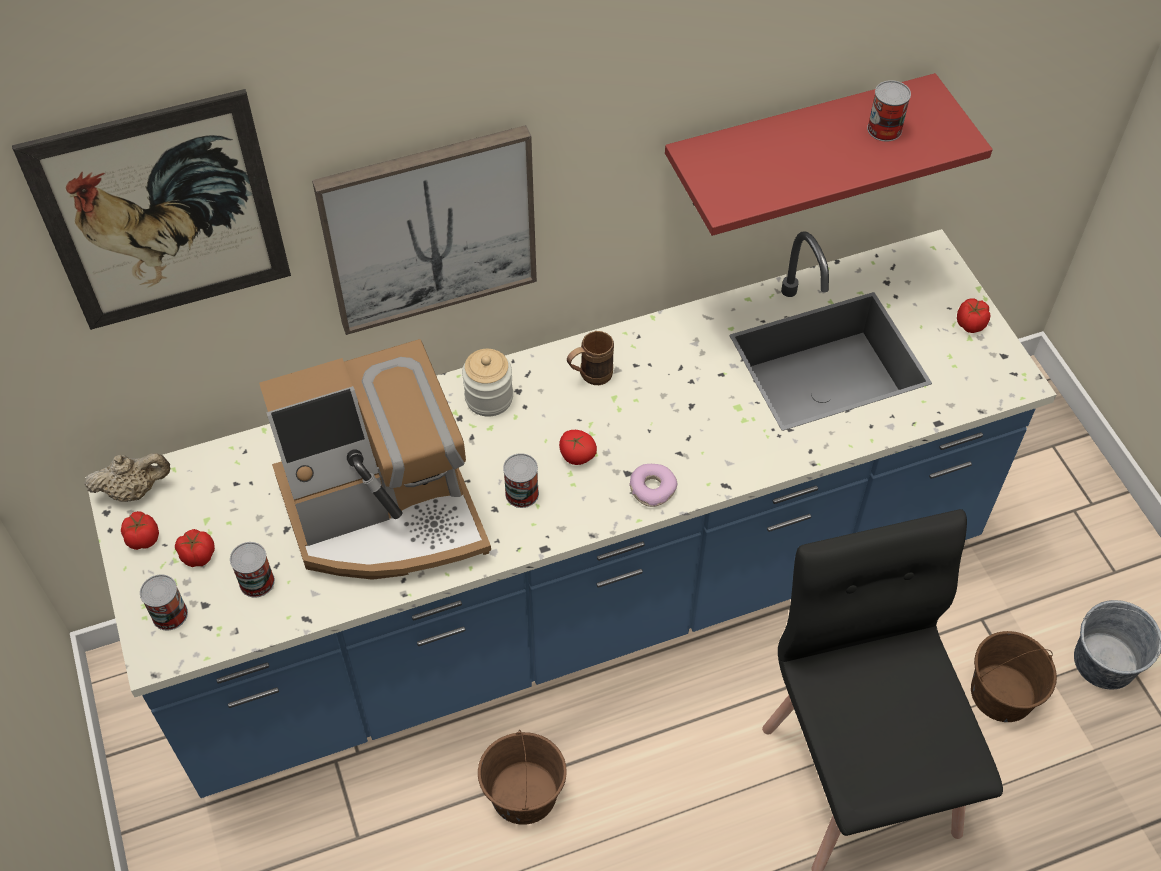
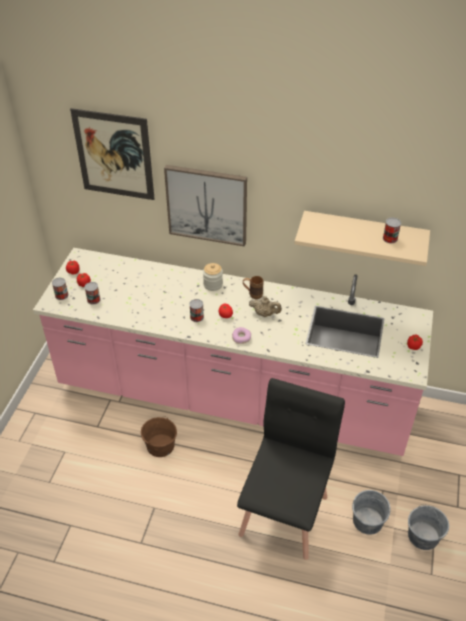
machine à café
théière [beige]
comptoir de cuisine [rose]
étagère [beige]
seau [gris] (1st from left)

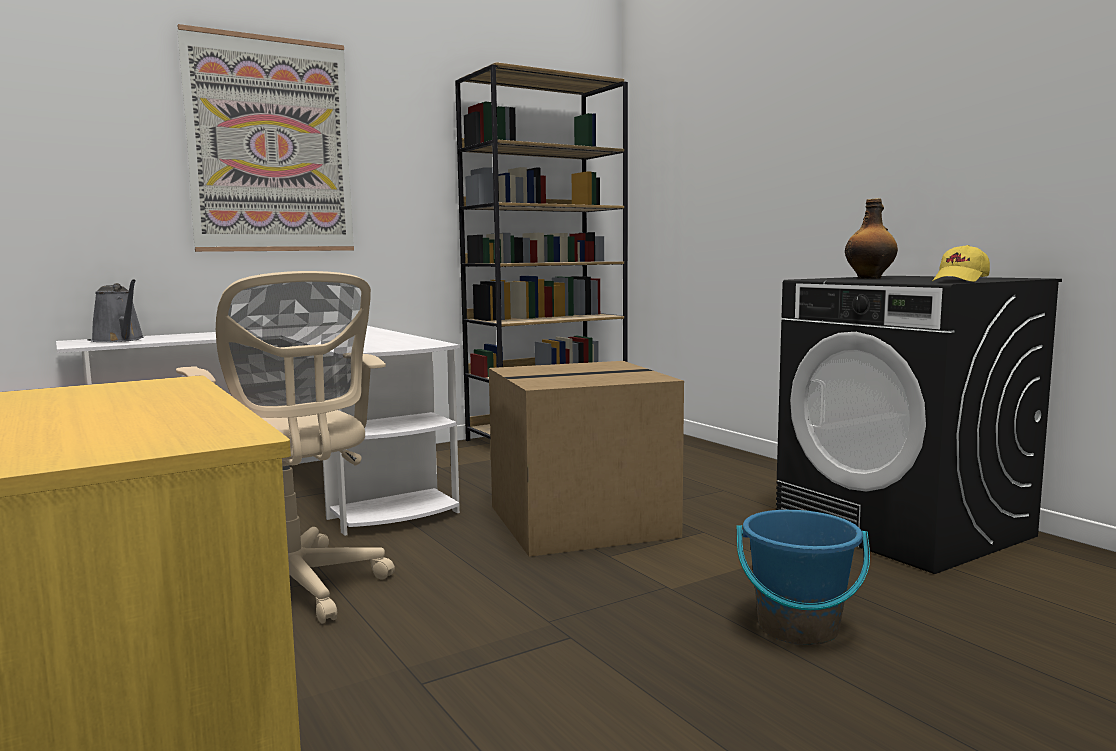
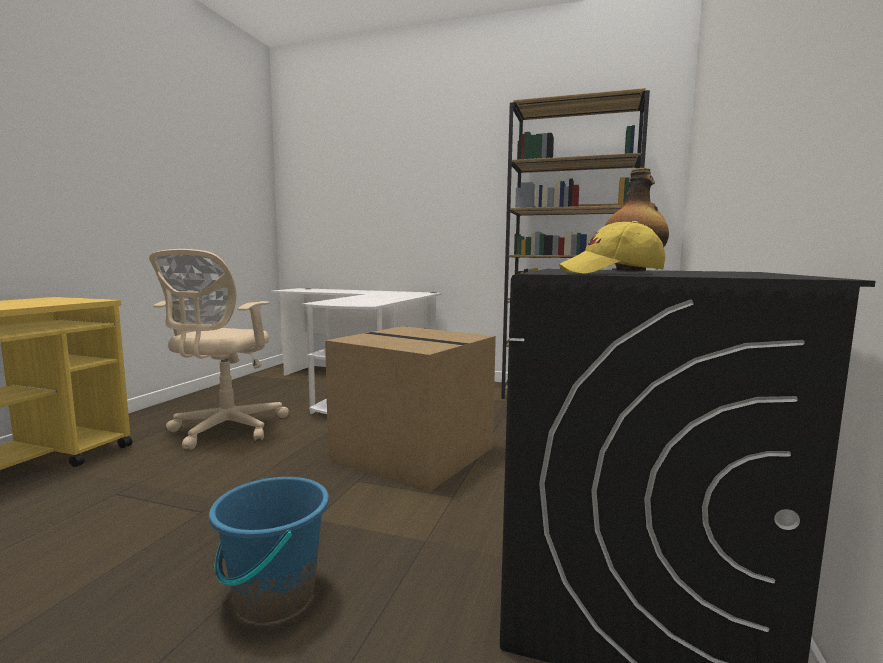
arrosoir [gris]
tableau

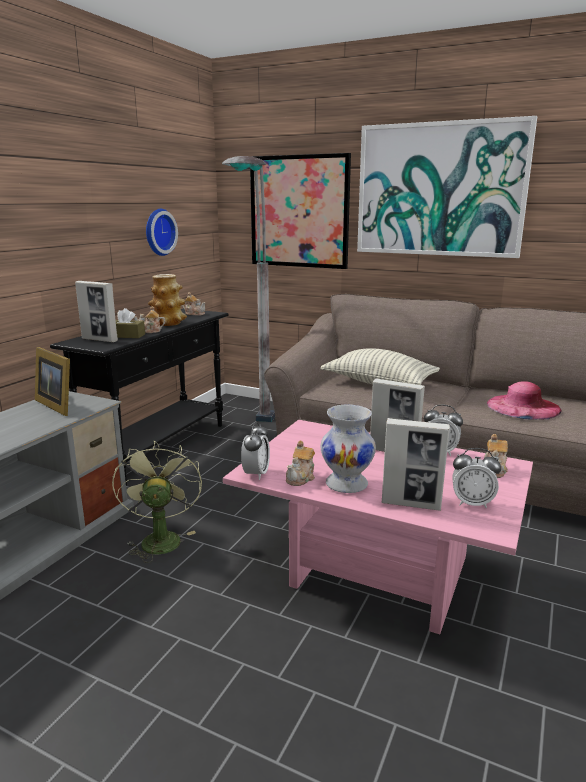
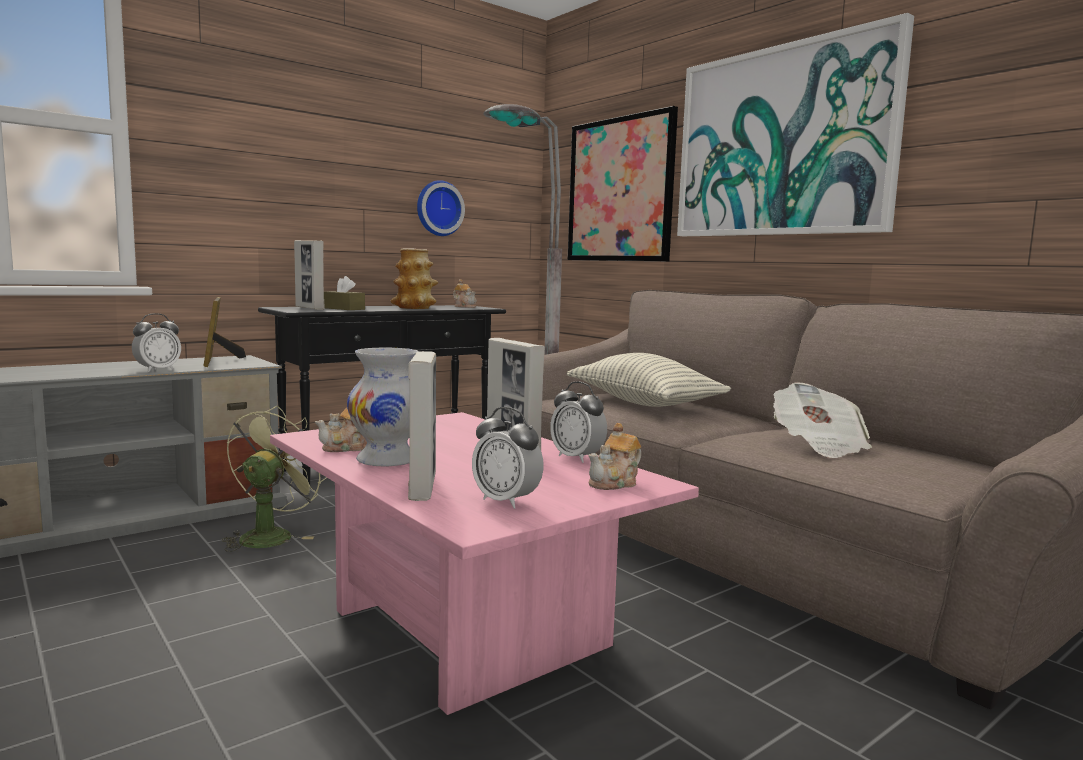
théière (1st from left in the first image)
réveil (1st from left)
journal
cadre photo (3rd from left)

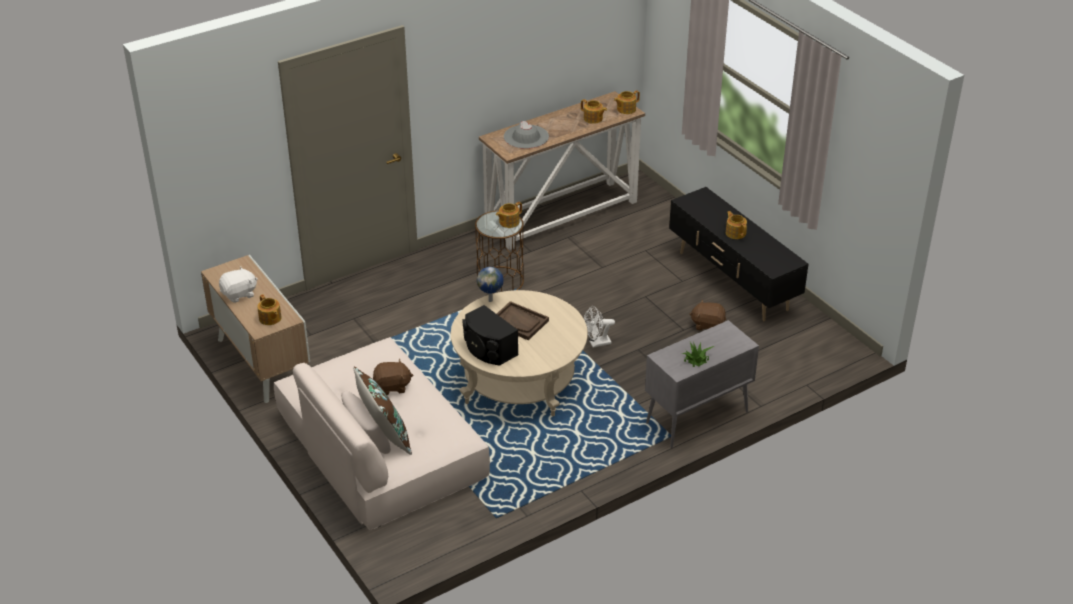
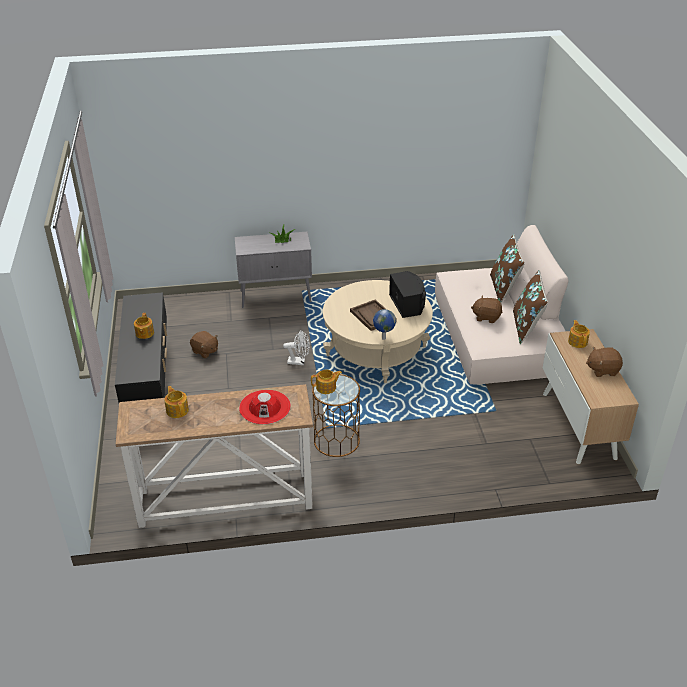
théière (4th from left in the first image)
coussin [marron] (2nd from left)
peluche [marron] (3rd from left)
chapeau [rouge]

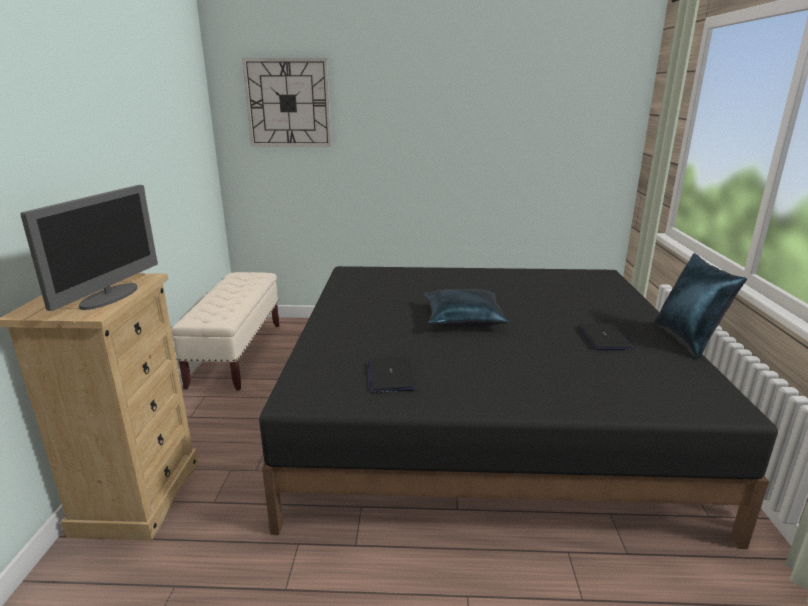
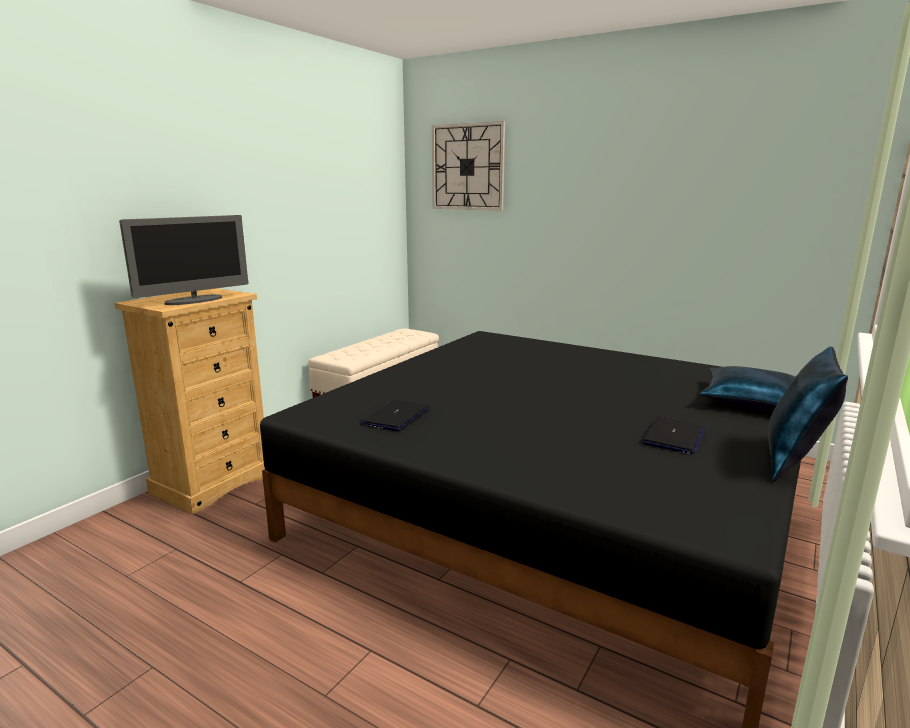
coussin [bleu] (1st from left)

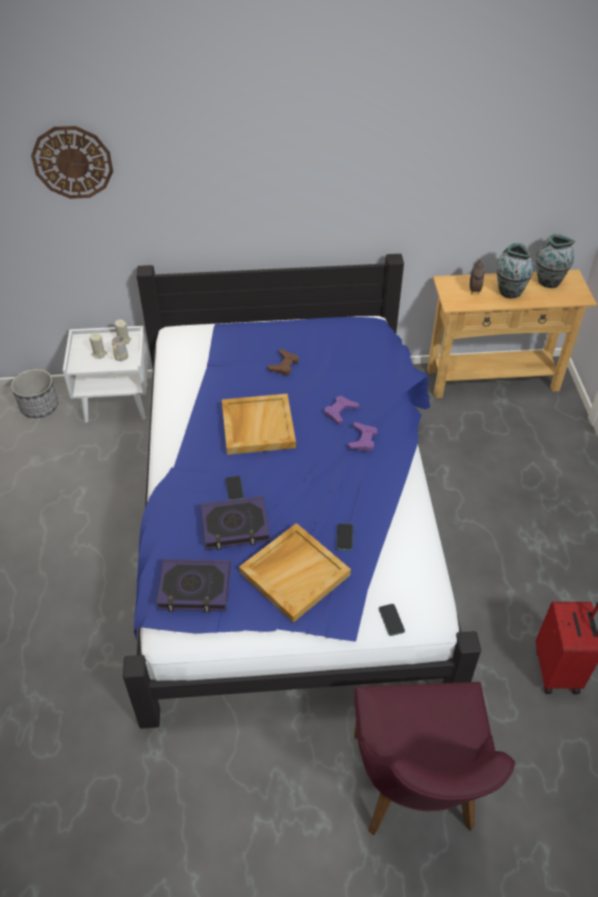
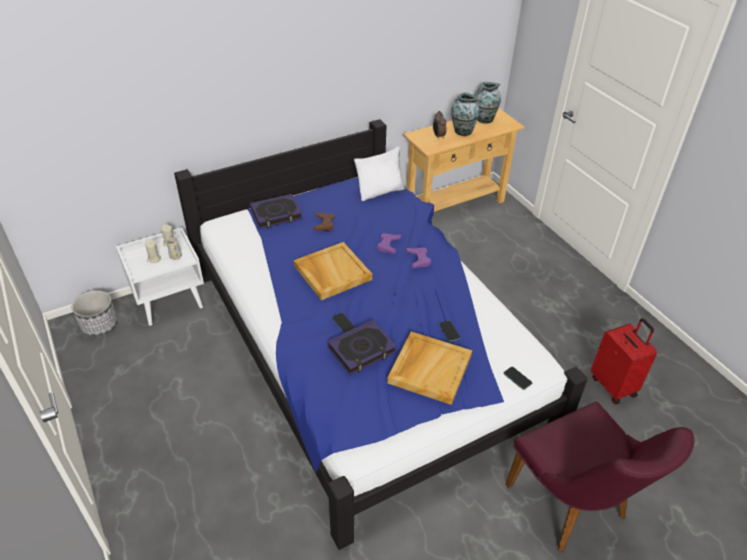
horloge murale
coussin [blanc]
livre (1st from left)

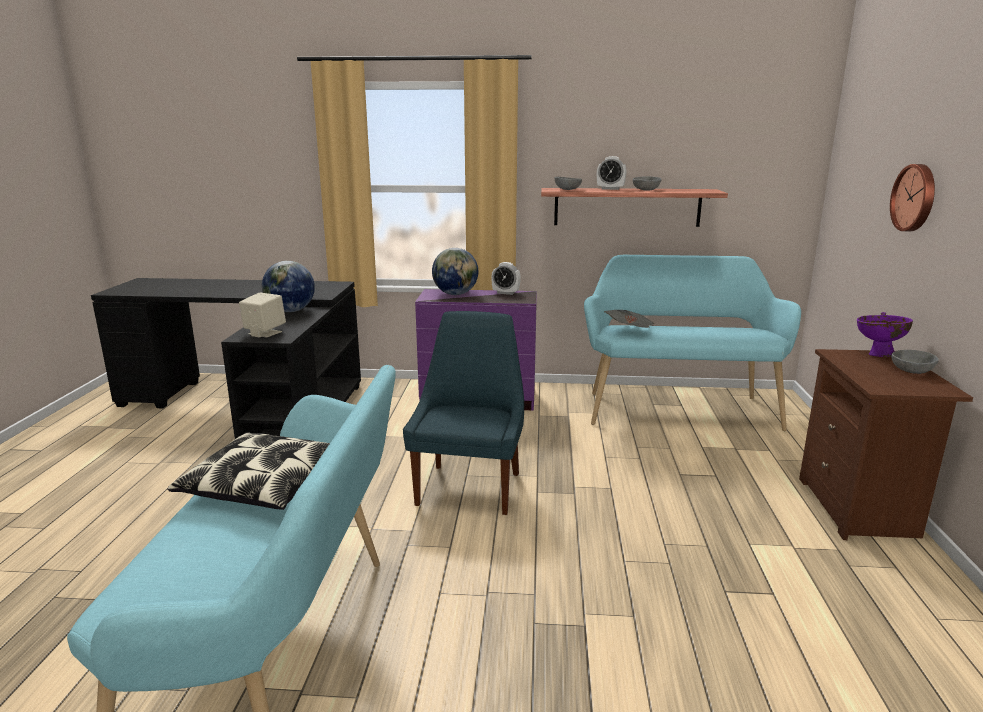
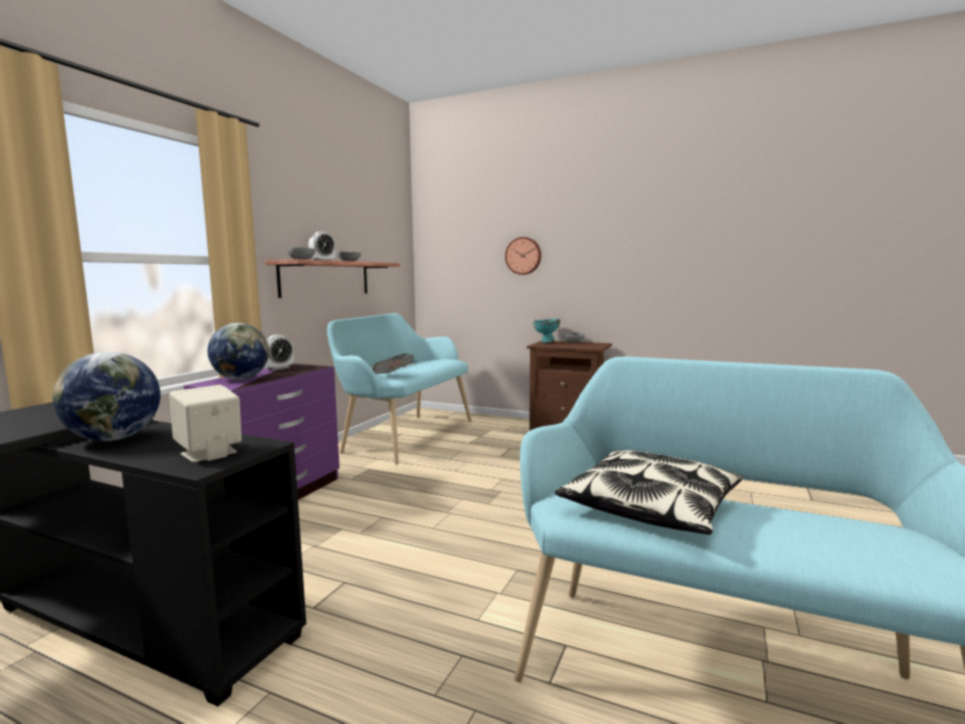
chaise [bleu]
bol [turquoise]

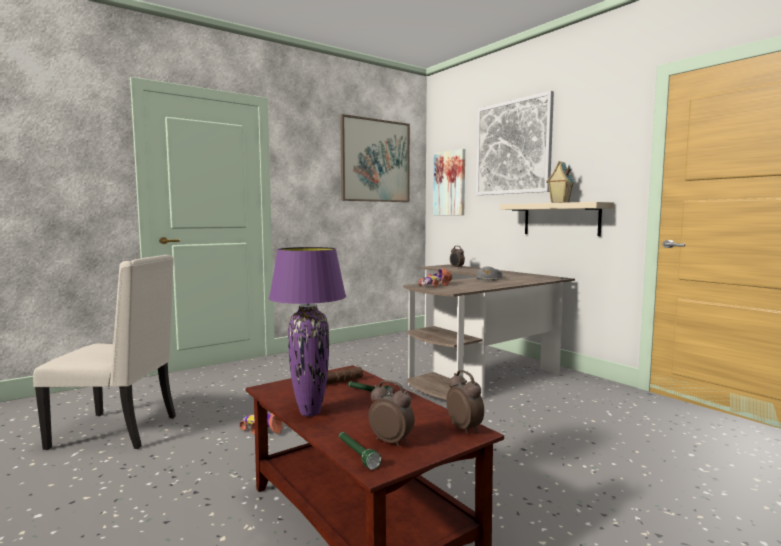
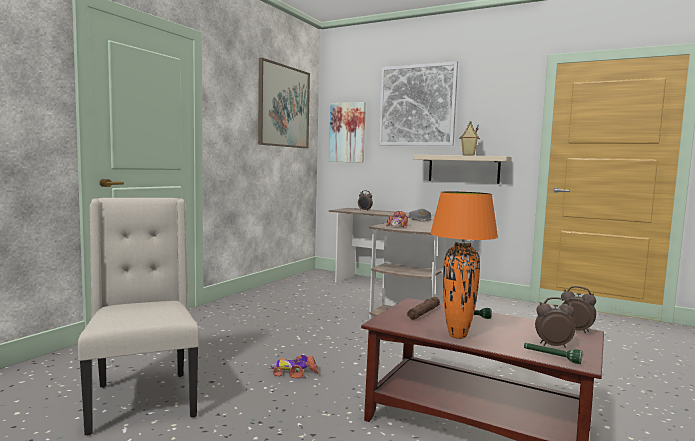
lampe de table [orange]
chaise [beige]

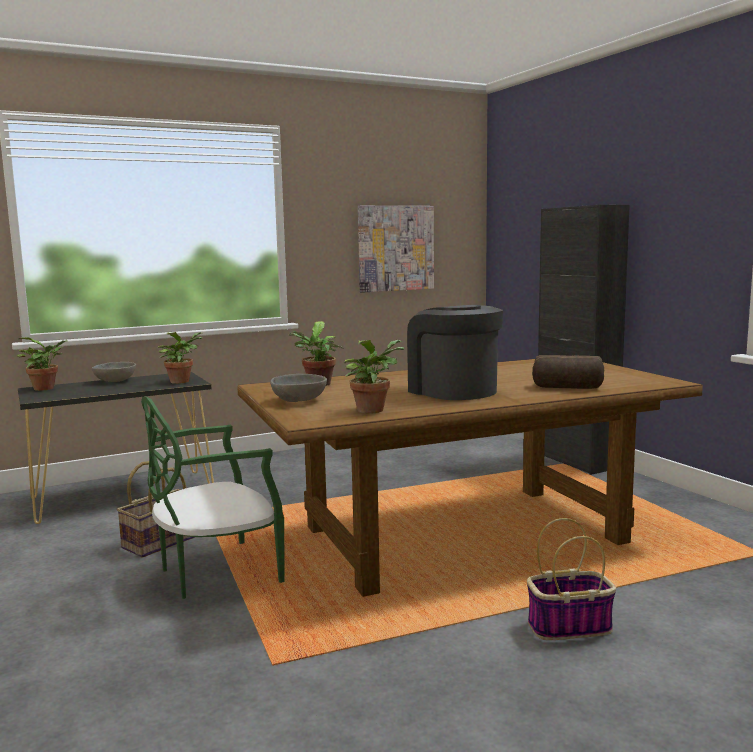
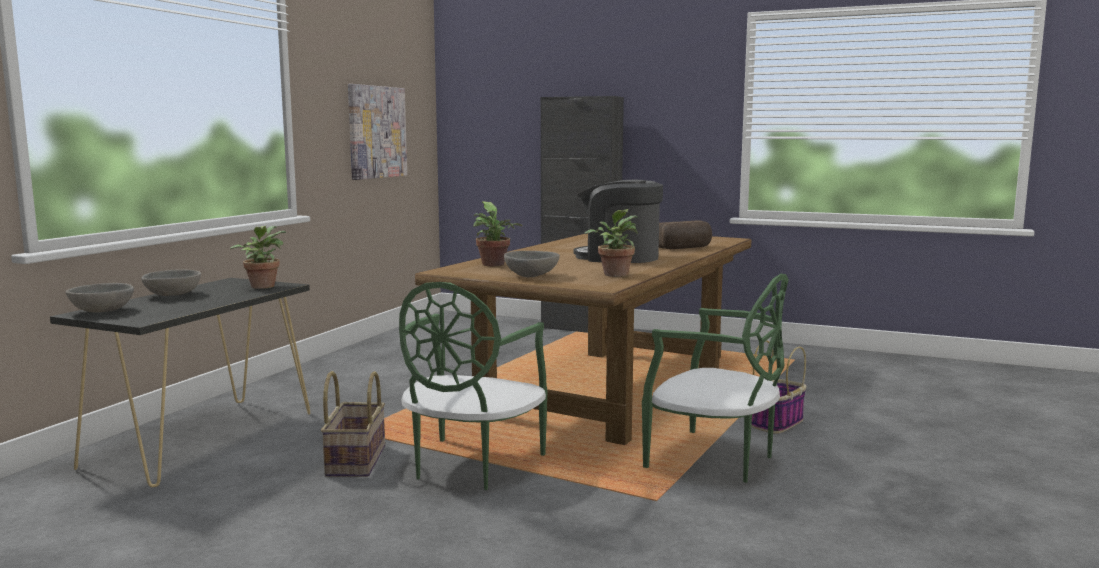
chaise [vert] (2nd from left)
bol [gris] (1st from left)

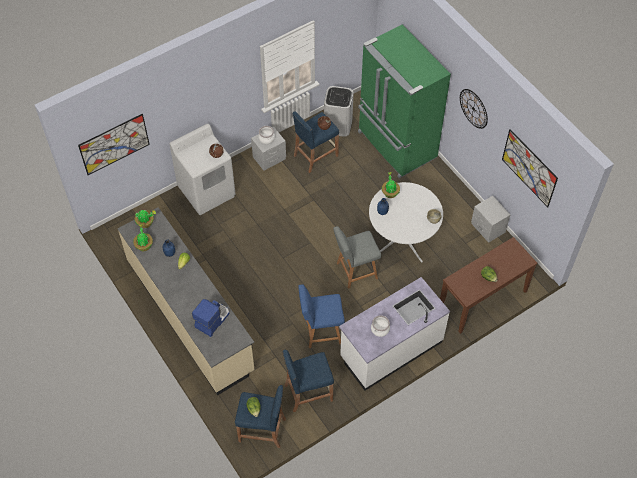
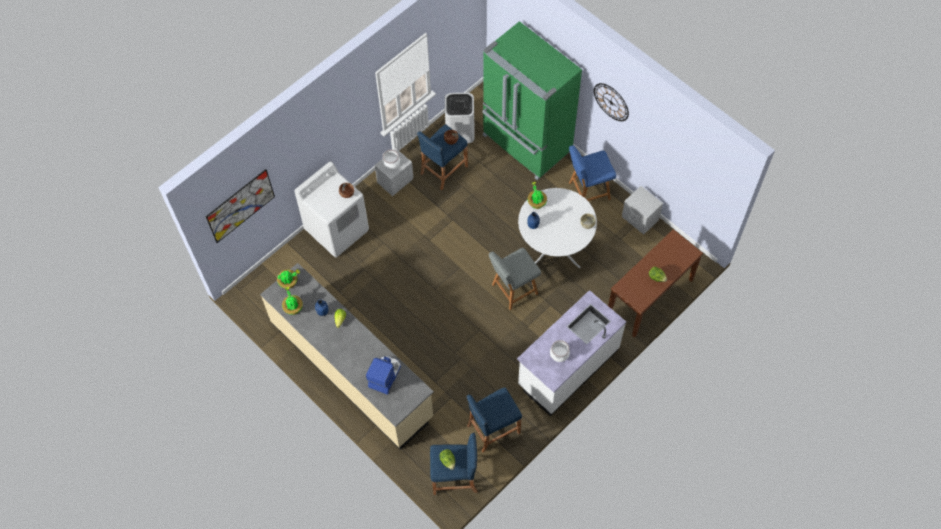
tableau (2nd from left in the first image)
chaise [bleu]

